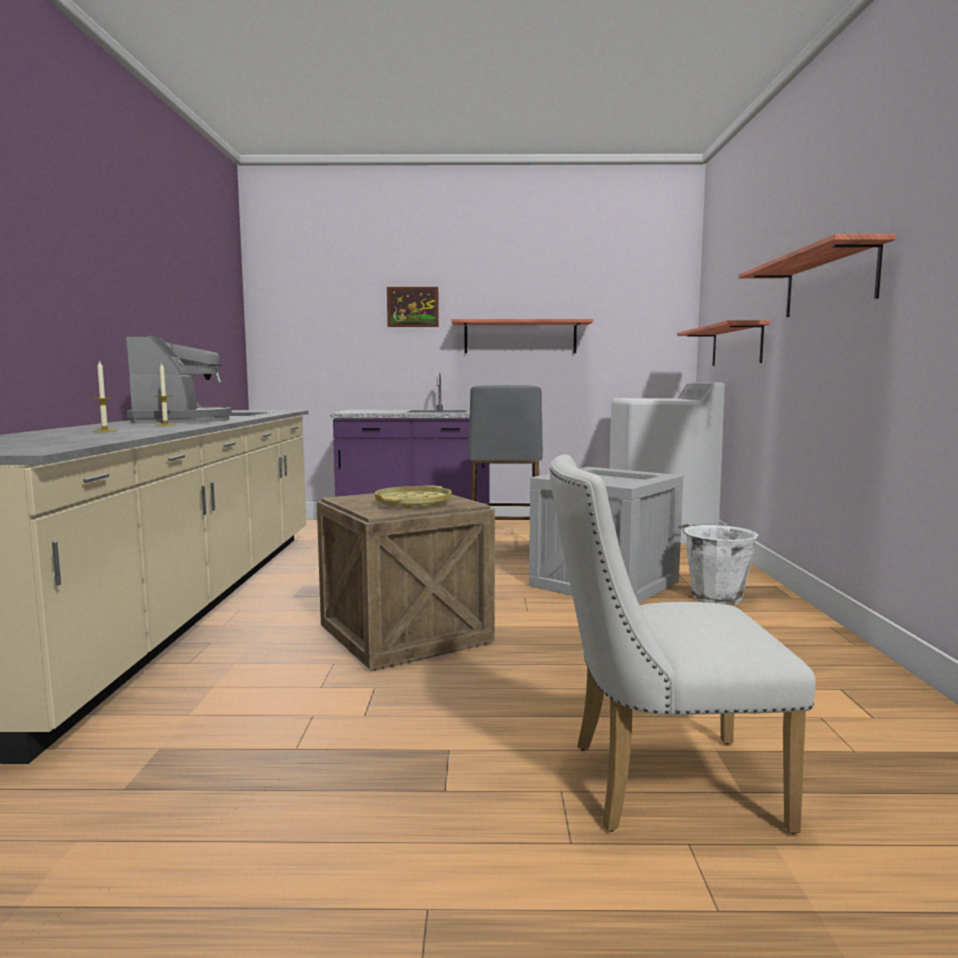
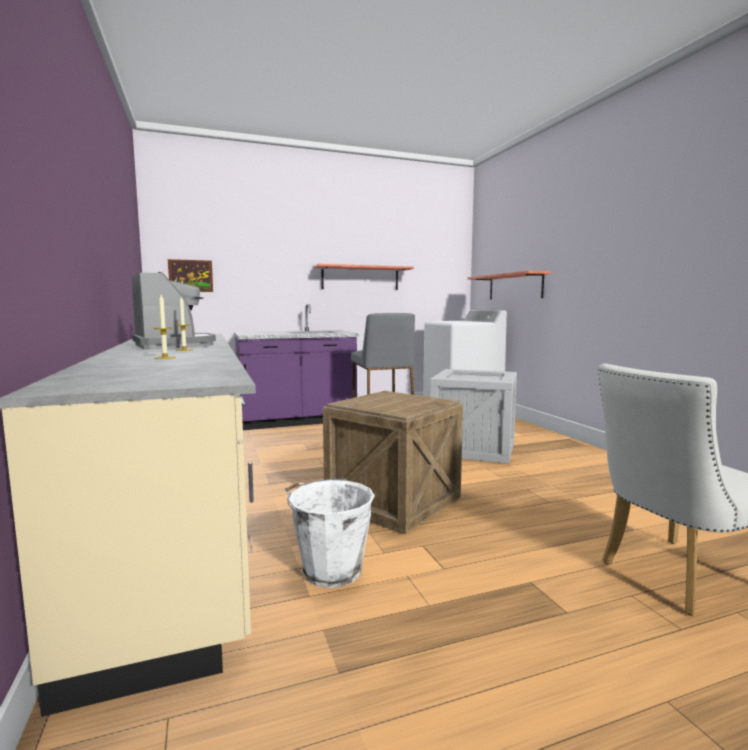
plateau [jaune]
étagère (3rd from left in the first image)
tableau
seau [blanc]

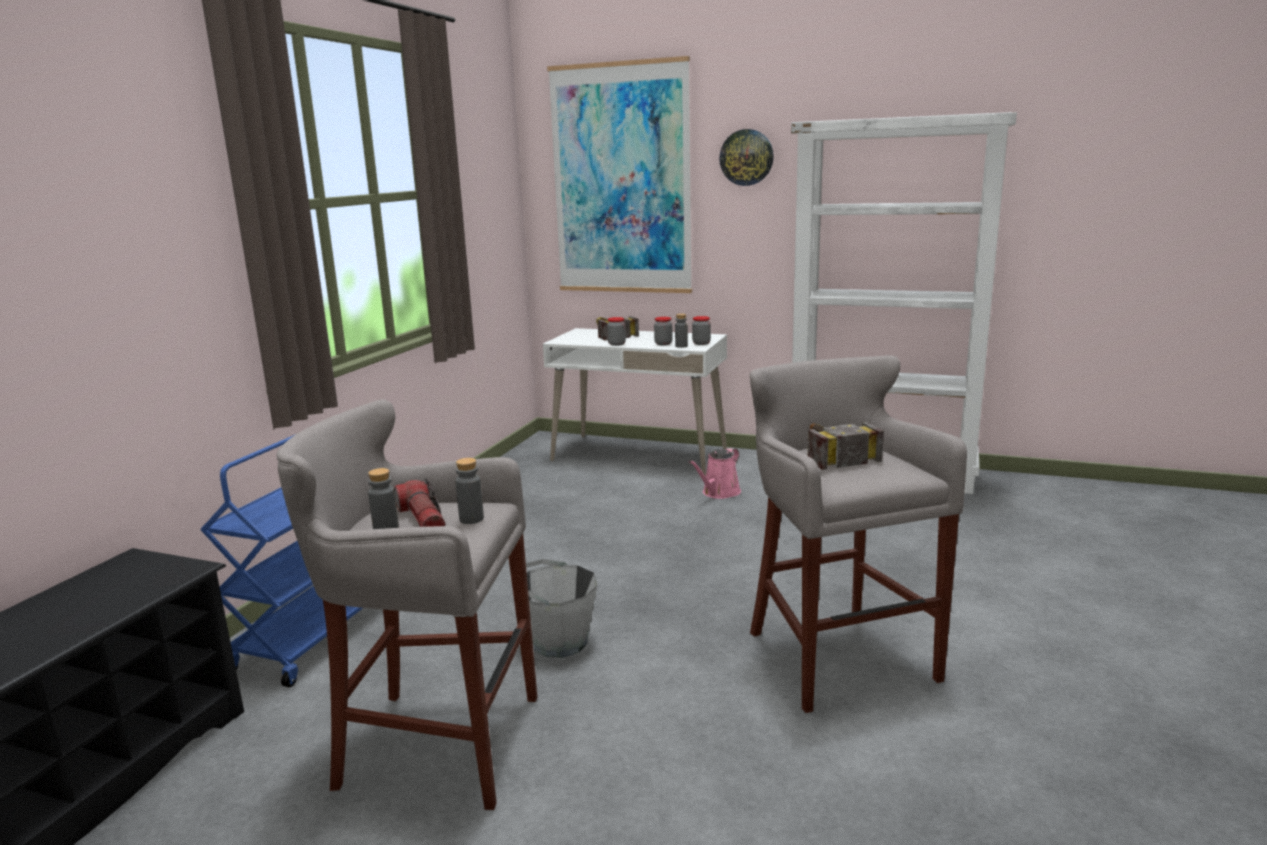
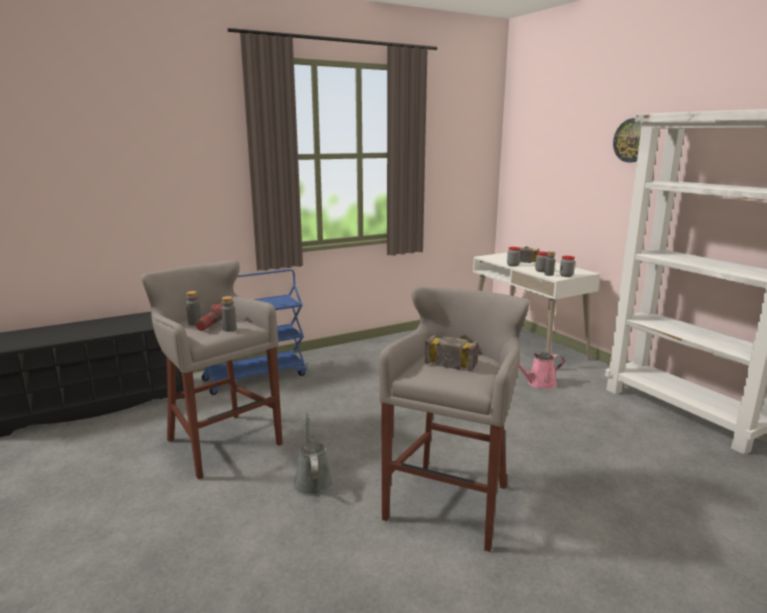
seau [gris]
tableau
arrosoir [gris]

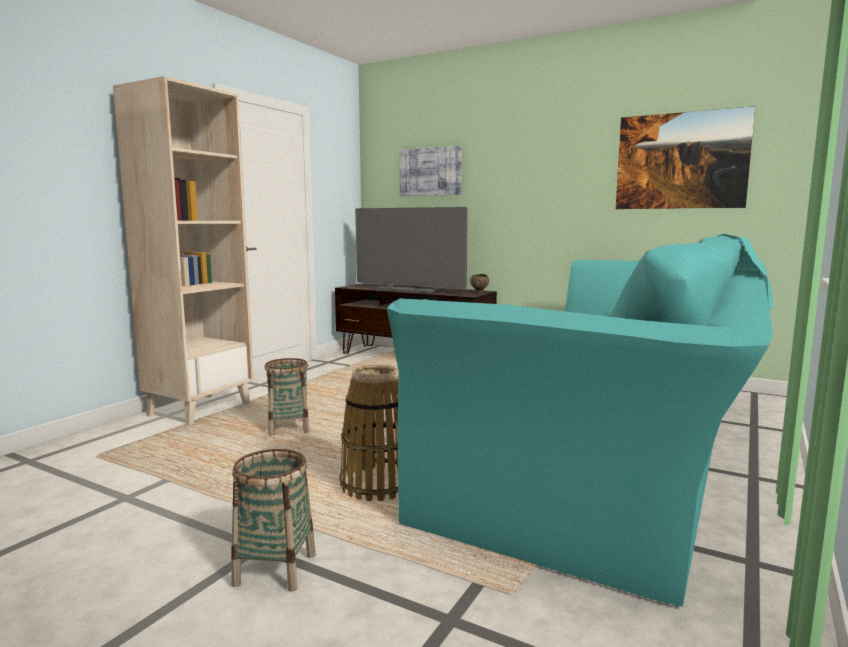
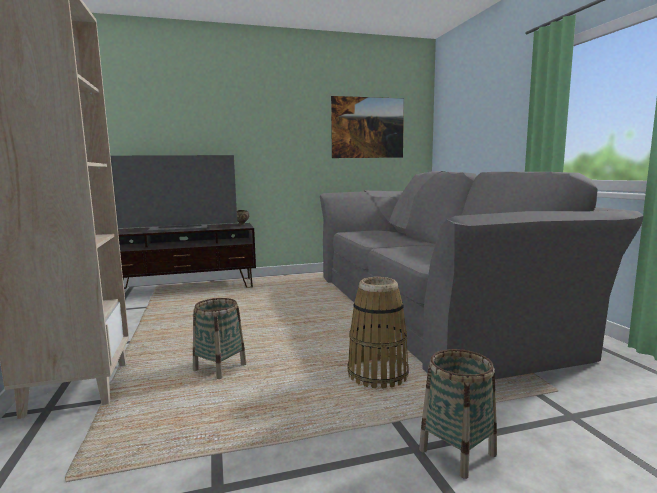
tableau (1st from left in the first image)
canapé [gris]

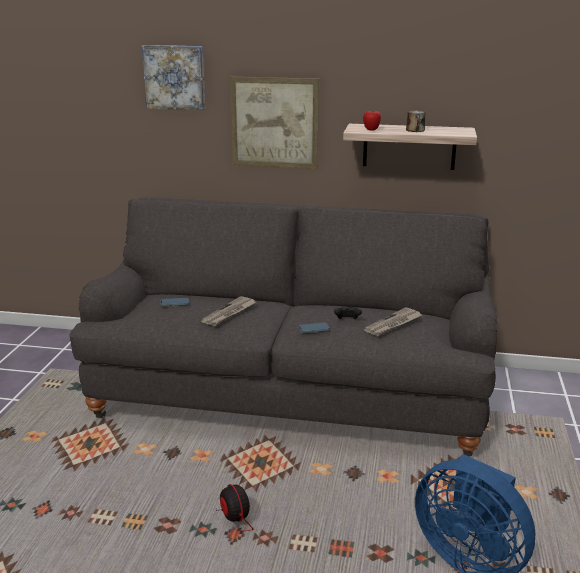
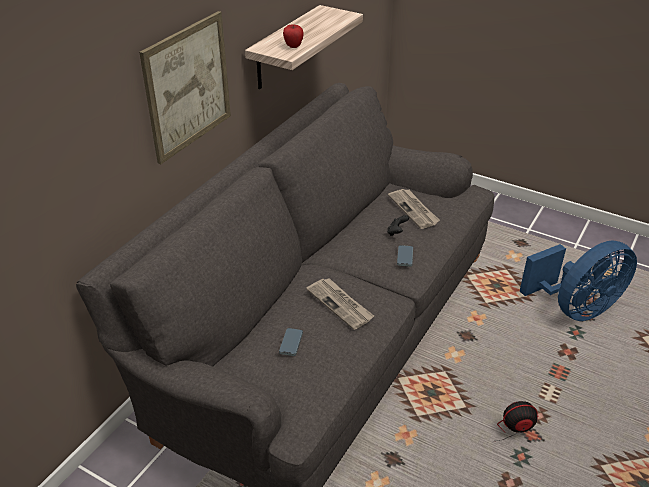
tableau (1st from left in the first image)
mug

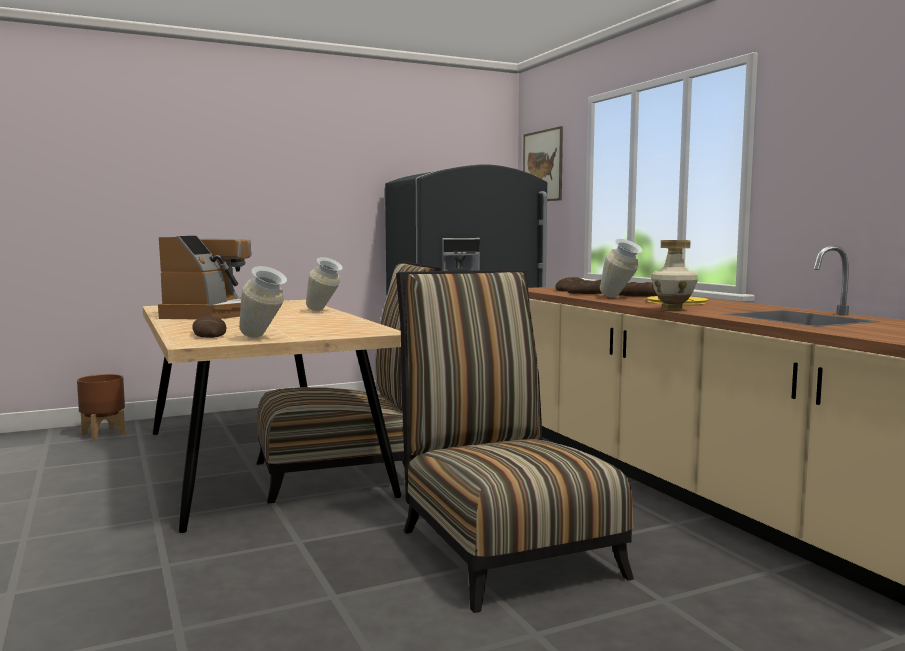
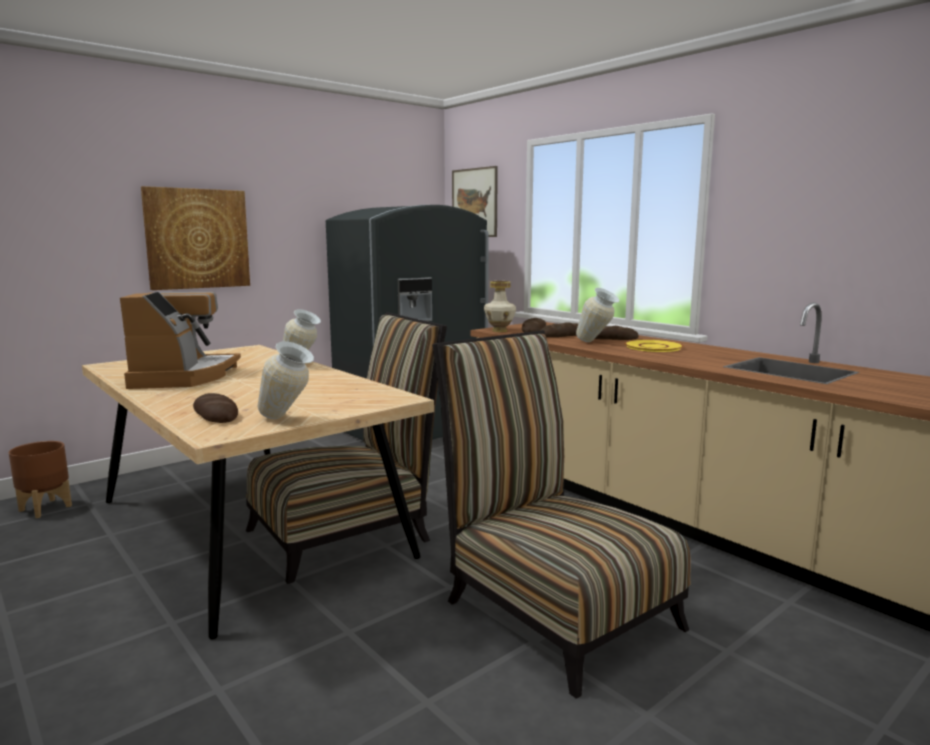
tableau (1st from left)
vase (3rd from left)

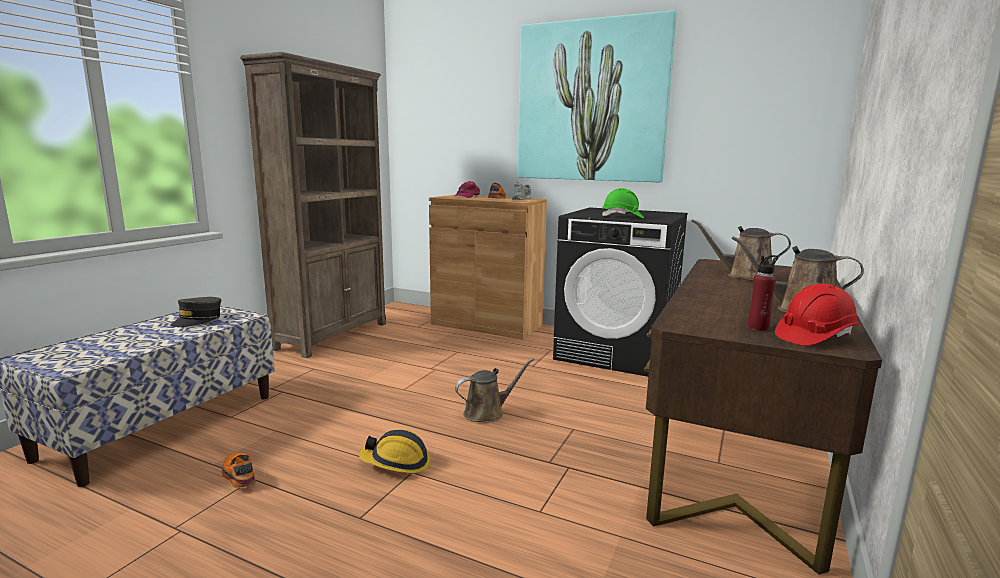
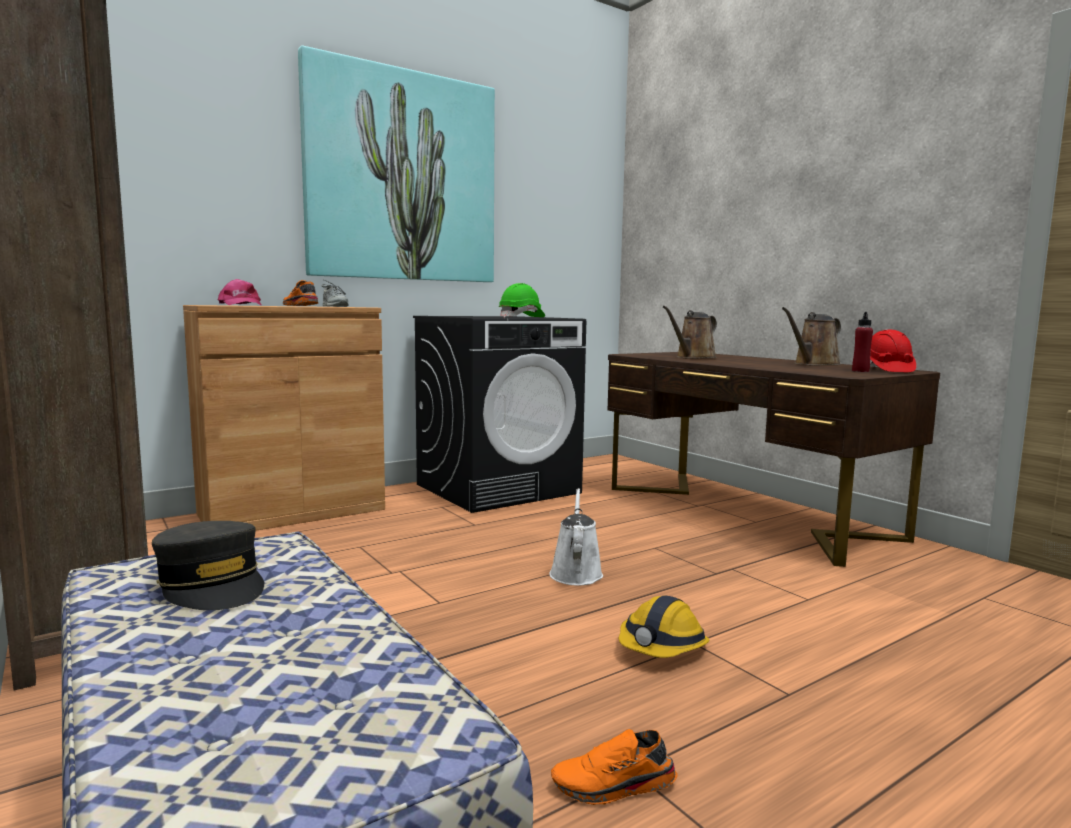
arrosoir [blanc]

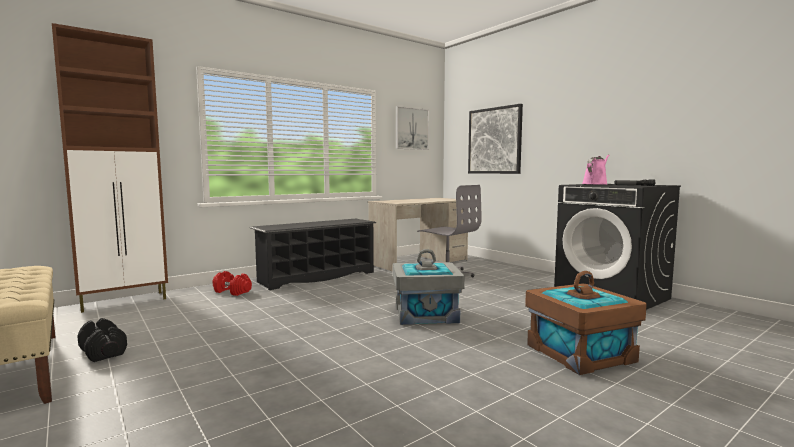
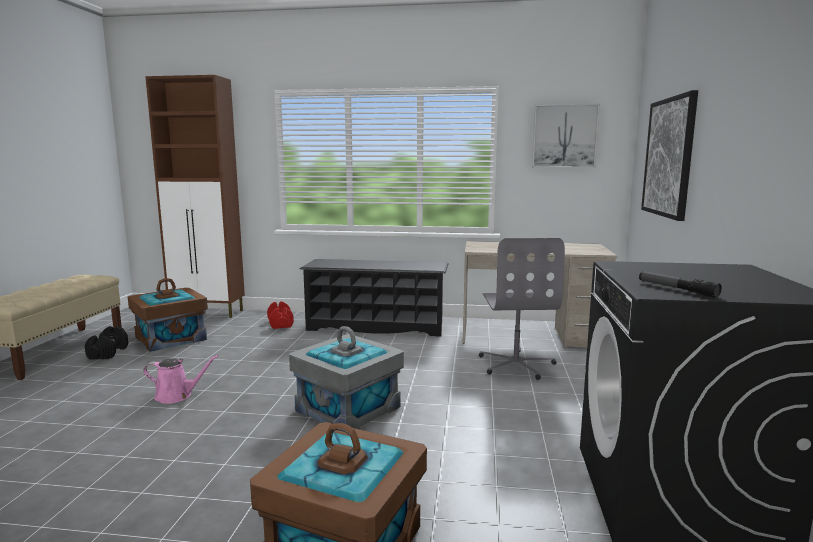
boîte de rangement [marron] (1st from left)
arrosoir [rose]

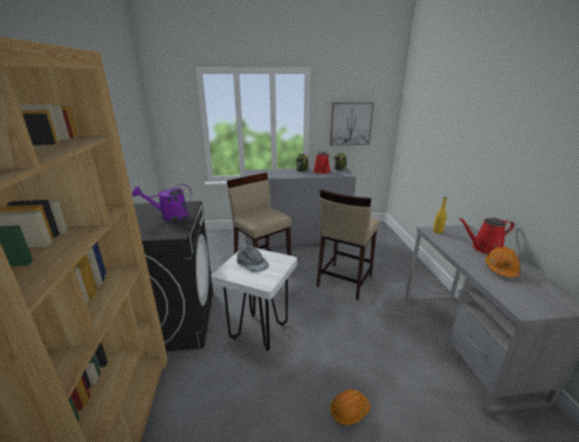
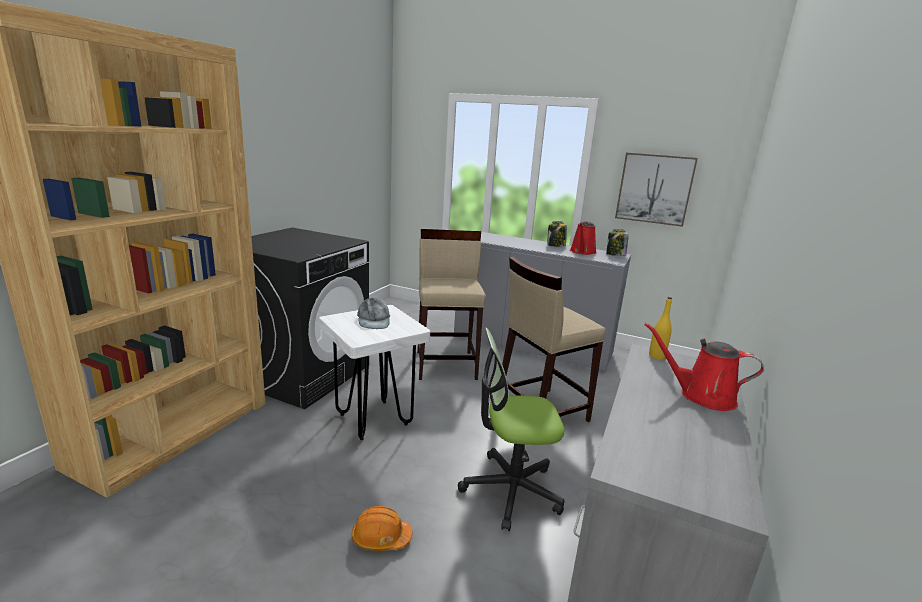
arrosoir [violet]
casque de chantier [orange] (2nd from left in the first image)
chaise de bureau

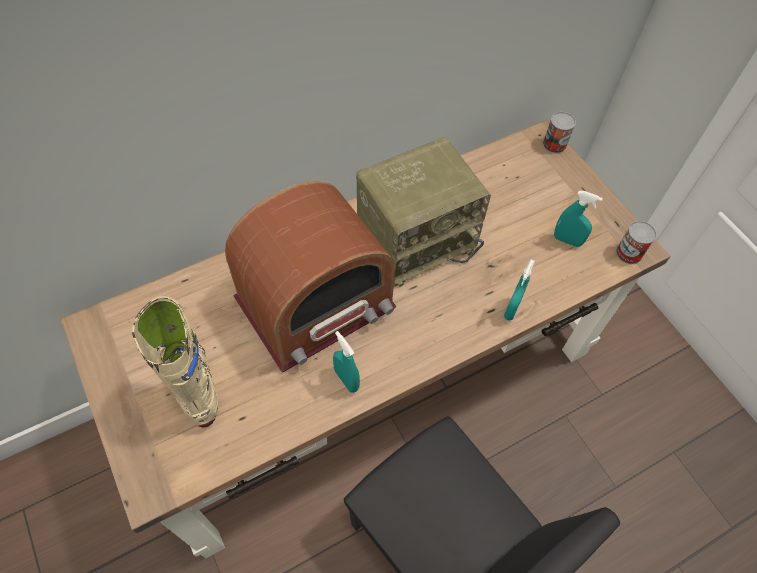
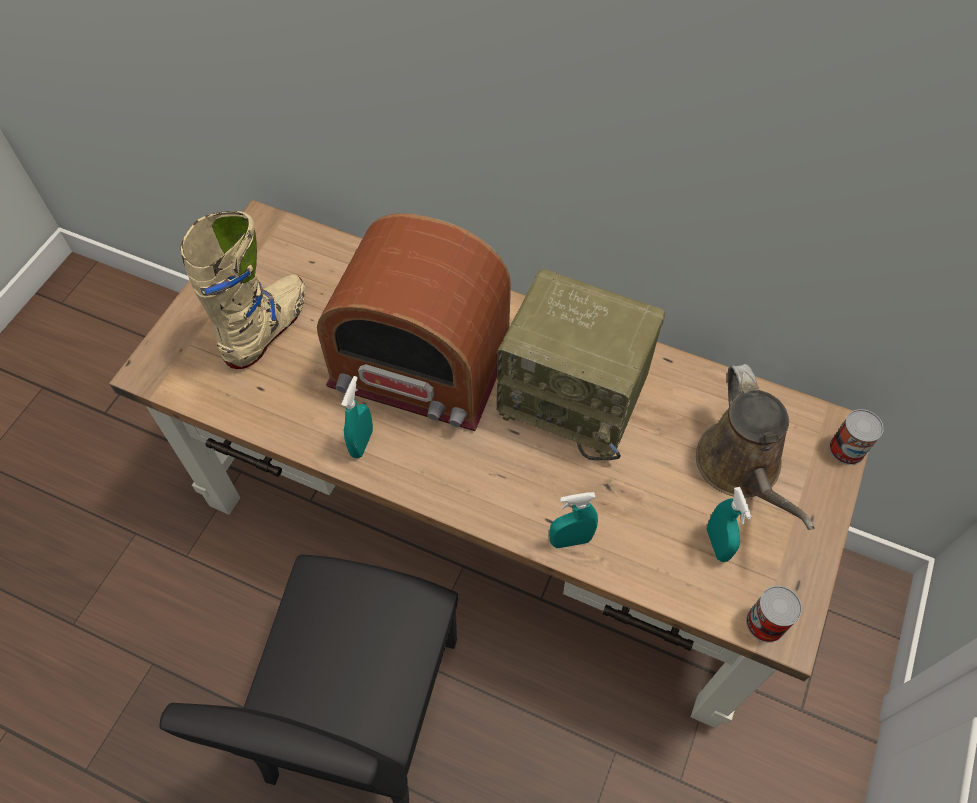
arrosoir [marron]

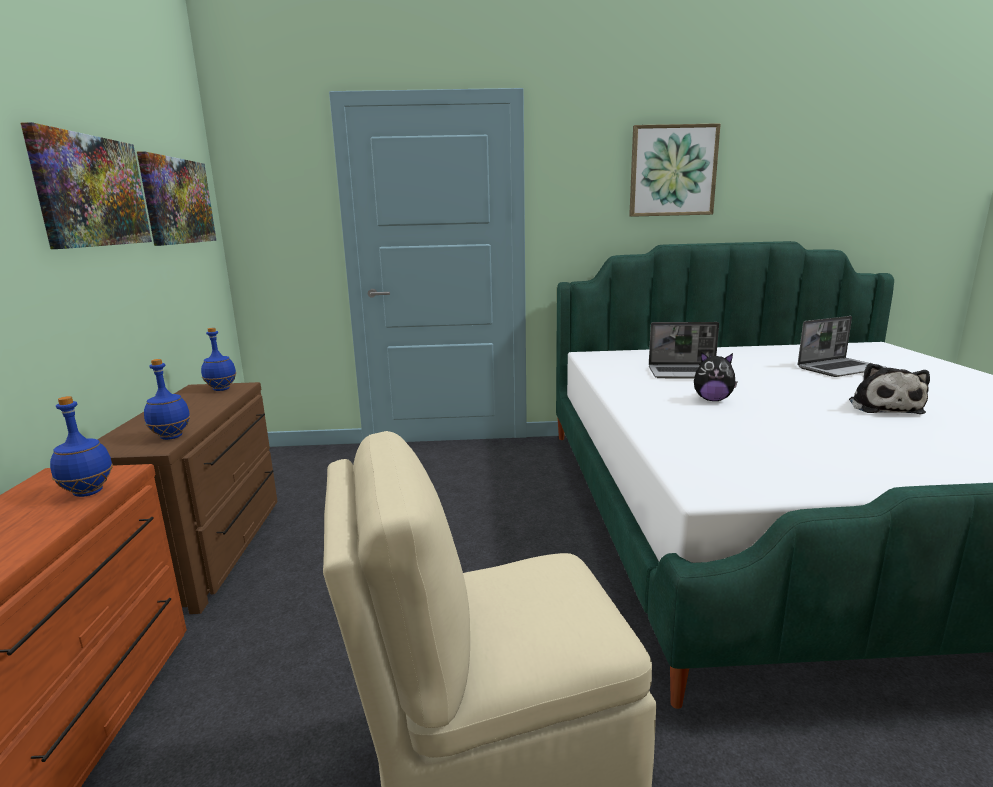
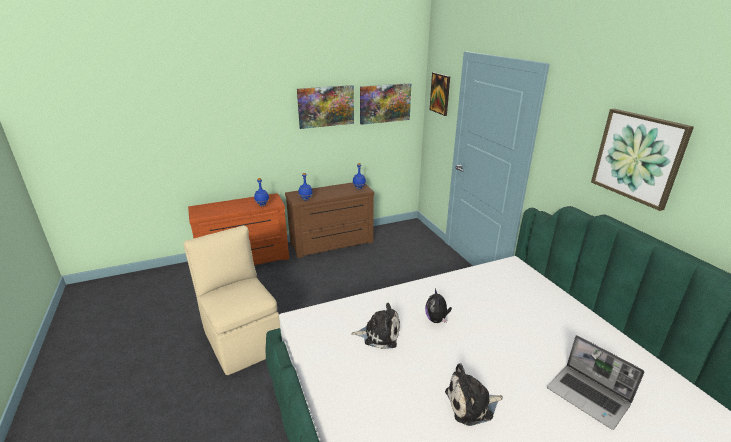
ordinateur portable (1st from left in the first image)
peluche (1st from left)
tableau (3rd from left)

